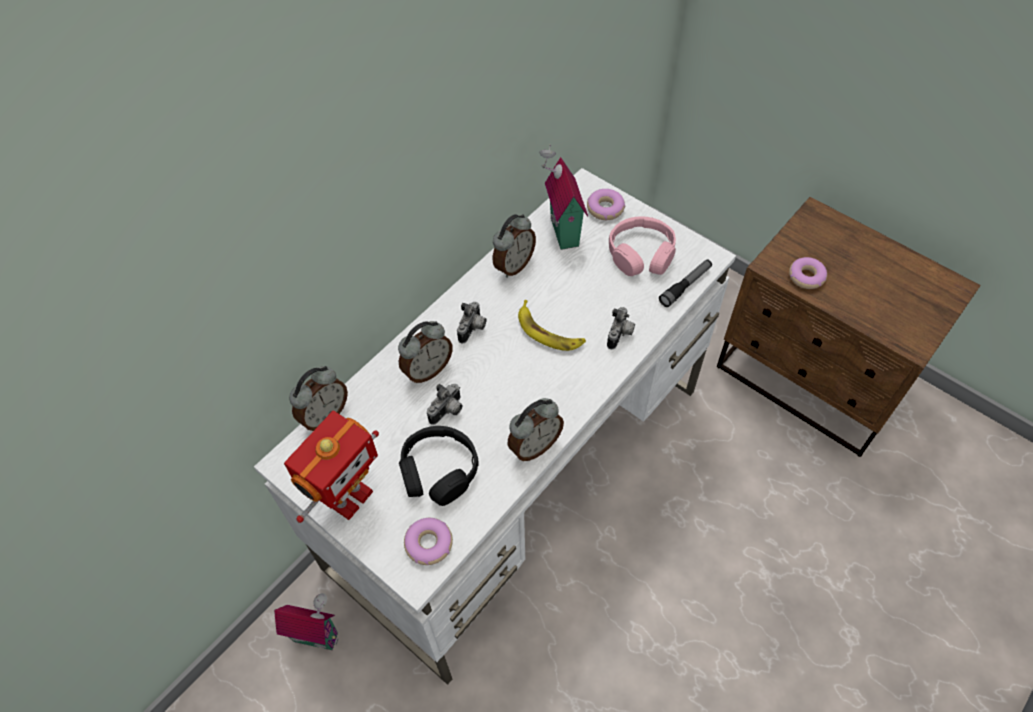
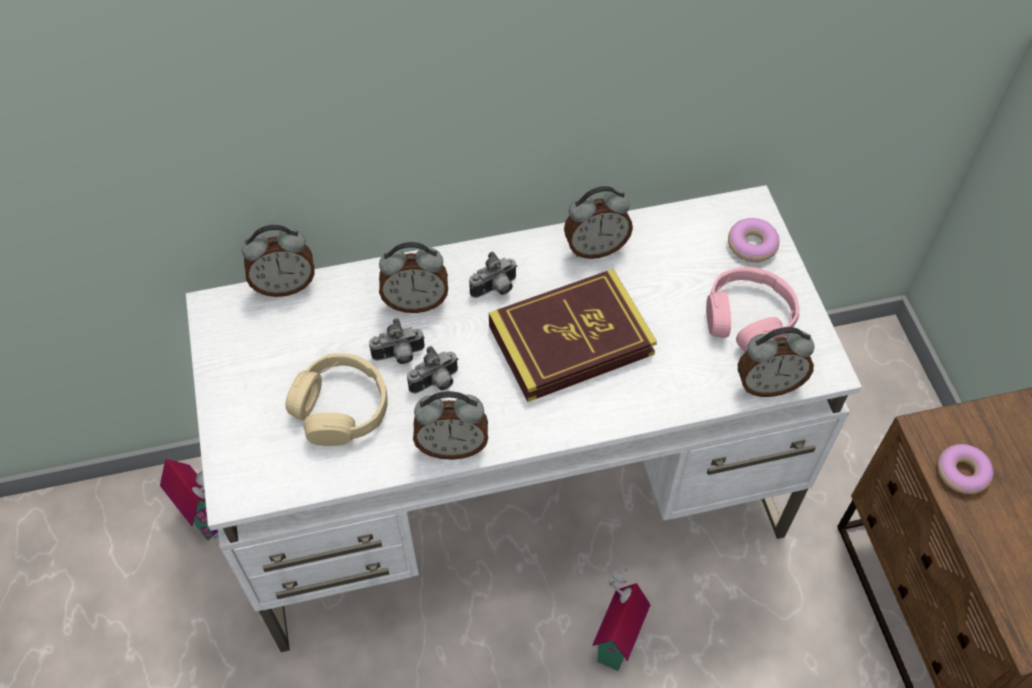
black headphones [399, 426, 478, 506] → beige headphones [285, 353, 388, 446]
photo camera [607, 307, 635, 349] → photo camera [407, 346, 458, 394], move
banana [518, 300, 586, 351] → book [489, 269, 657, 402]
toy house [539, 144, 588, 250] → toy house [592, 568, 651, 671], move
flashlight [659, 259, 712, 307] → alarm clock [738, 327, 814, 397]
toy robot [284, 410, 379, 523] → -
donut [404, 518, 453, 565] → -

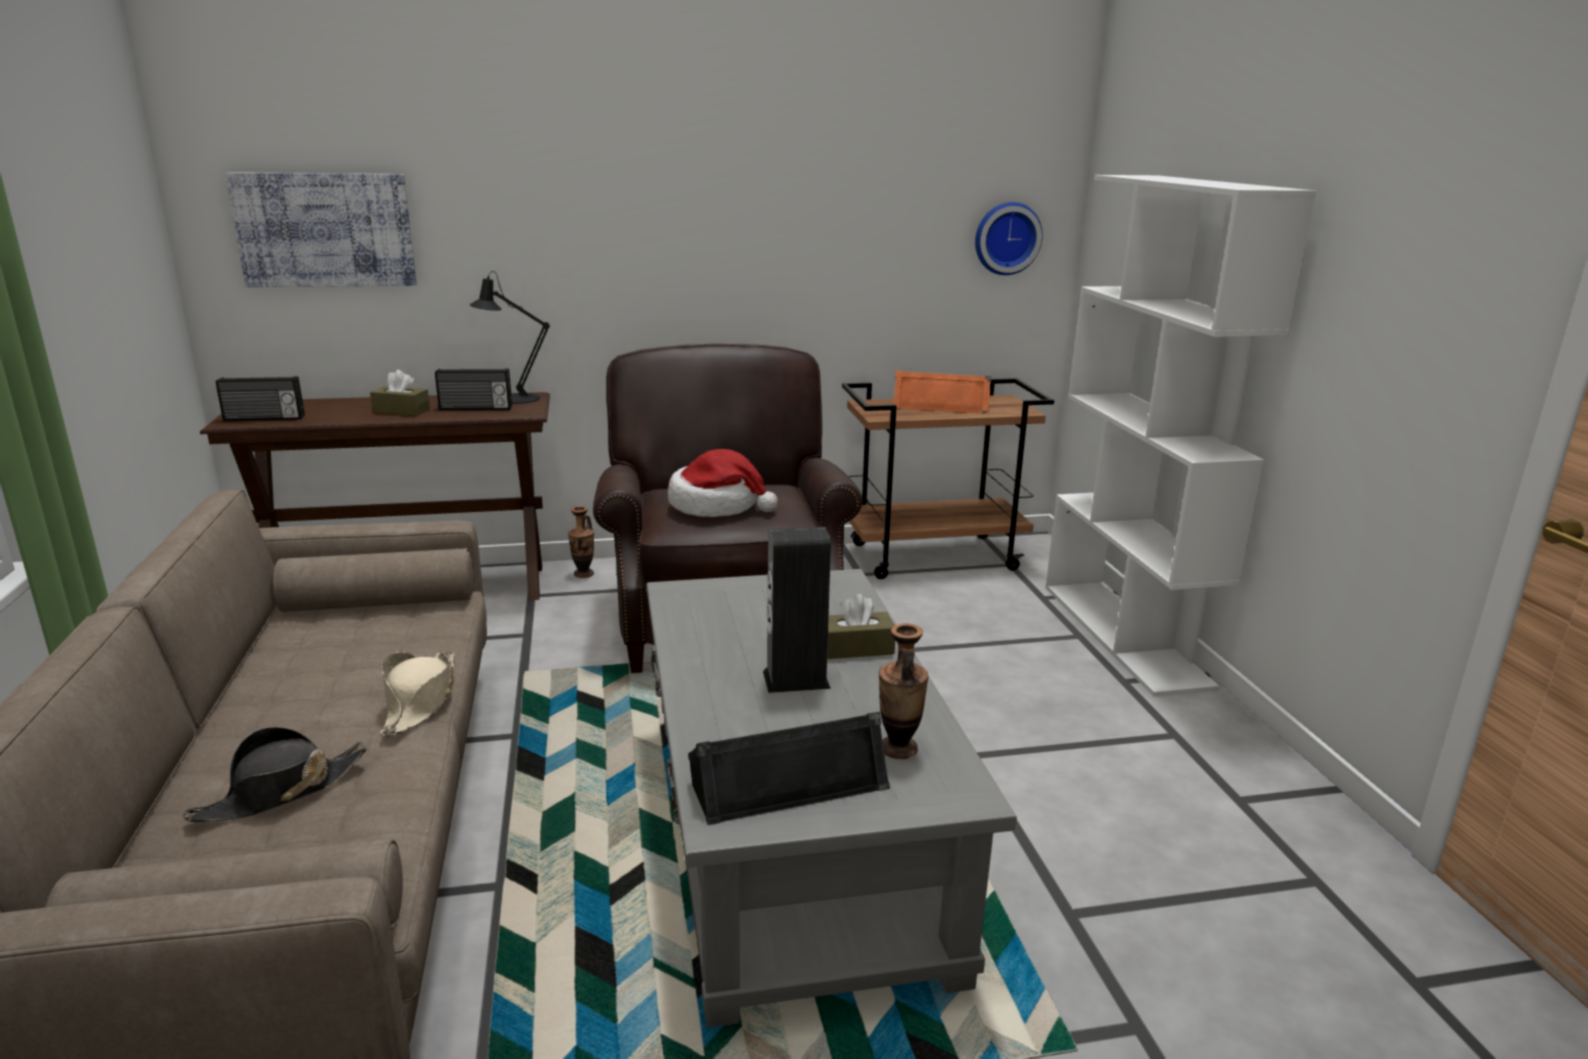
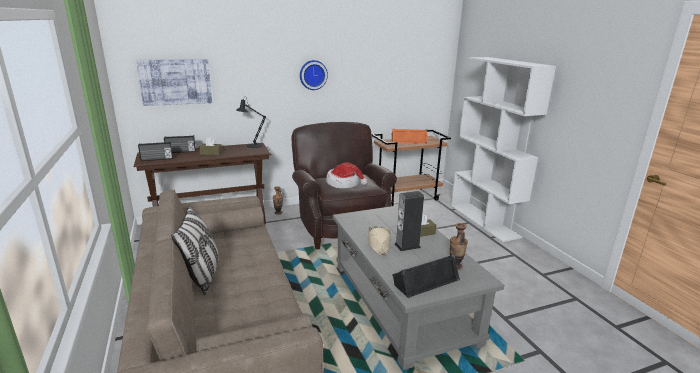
radio [435, 369, 512, 410] → radio [164, 135, 196, 153], move
- → pillow [171, 206, 219, 295]
wall clock [975, 202, 1043, 275] → wall clock [300, 60, 328, 90], move
beige hat [380, 651, 454, 736] → beige hat [368, 226, 391, 256], move
black hat [183, 727, 368, 822] → -

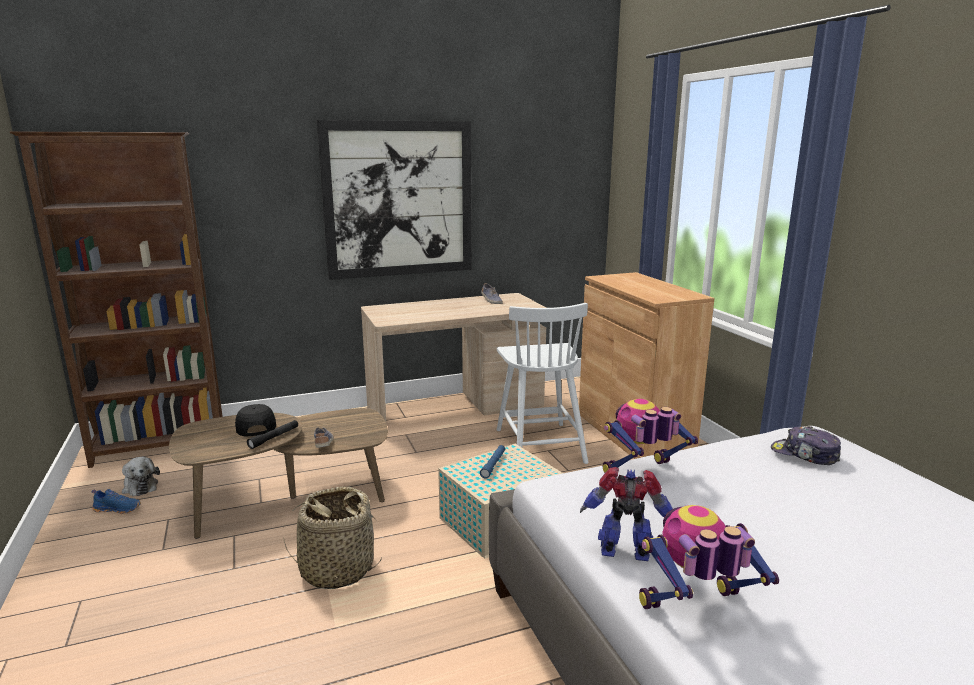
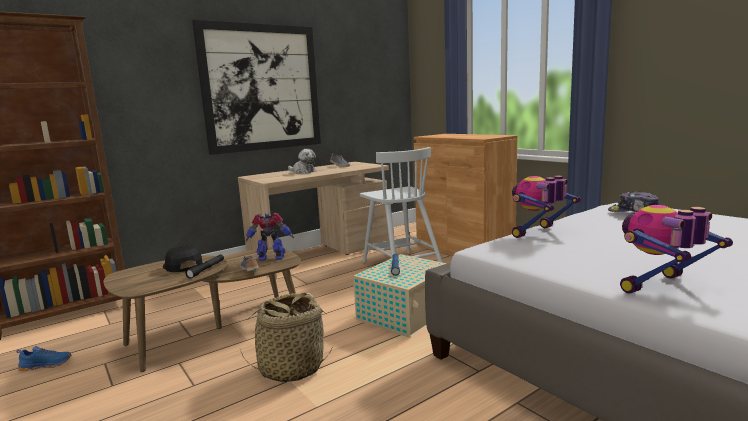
toy robot [580, 467, 673, 561] → toy robot [246, 213, 294, 261], move
plush toy [122, 457, 160, 496] → plush toy [288, 149, 316, 174], move

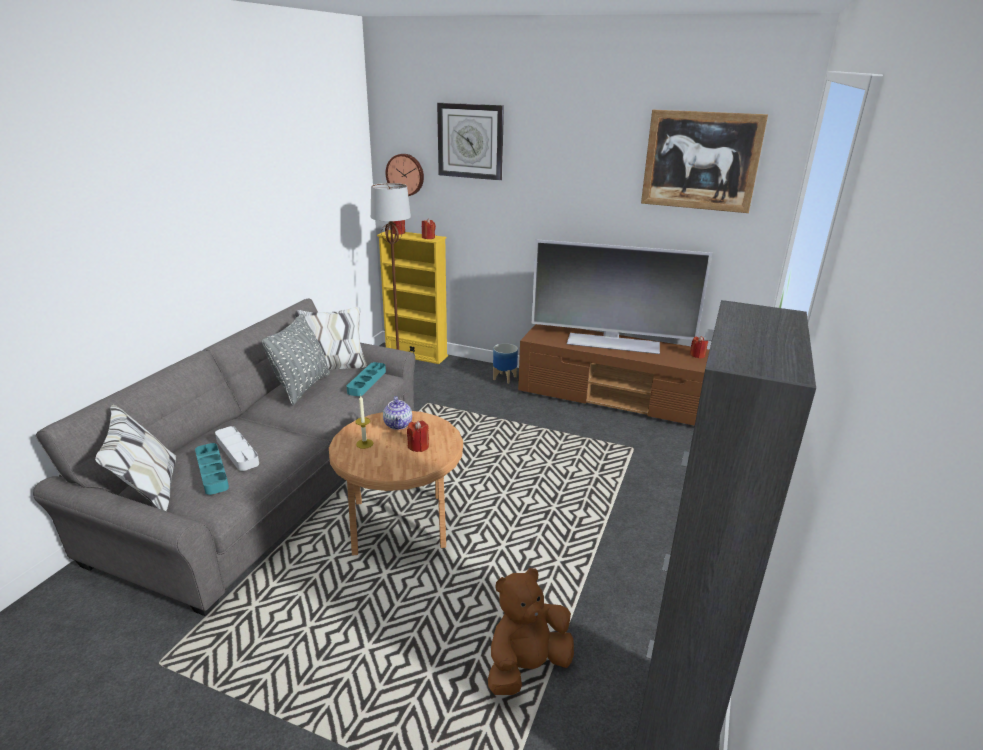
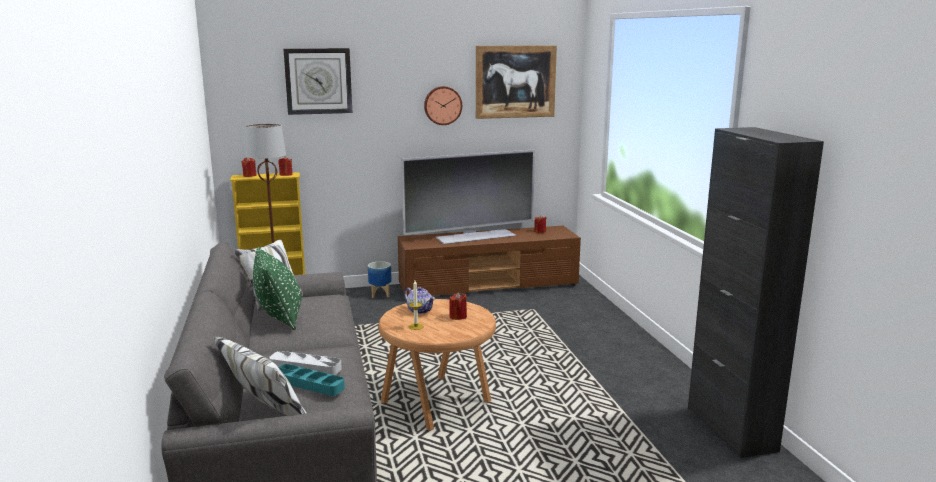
grey pillow [262, 314, 330, 405] → green pillow [253, 247, 301, 330]
wall clock [386, 154, 424, 196] → wall clock [424, 86, 462, 125], move
turquoise tray [347, 362, 386, 396] → -
brown plush toy [488, 568, 574, 695] → -

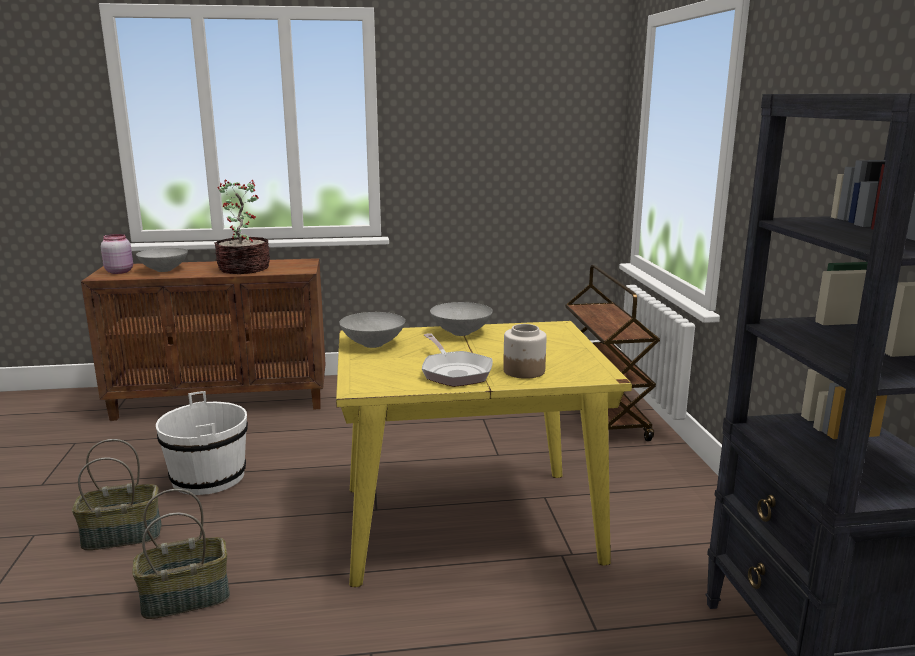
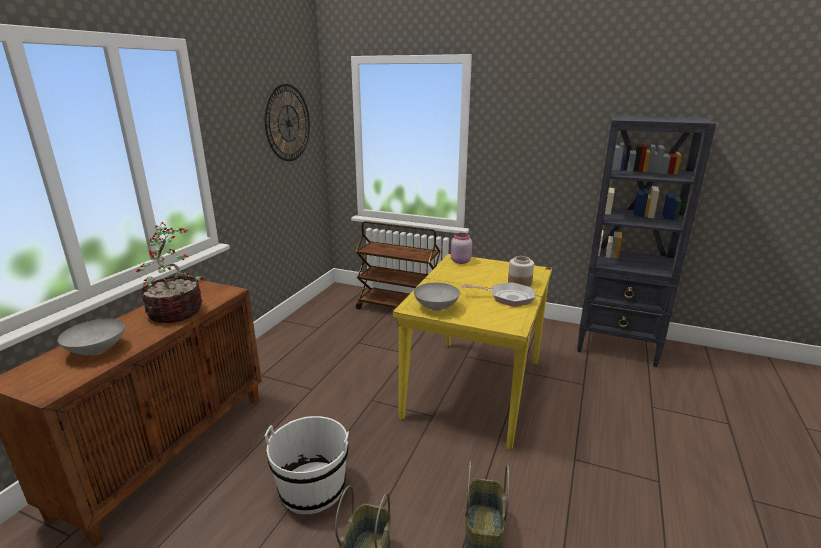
- → wall clock [265, 84, 310, 161]
pink jar [101, 234, 133, 274] → pink jar [451, 233, 472, 264], move
grey bowl [430, 302, 493, 336] → -

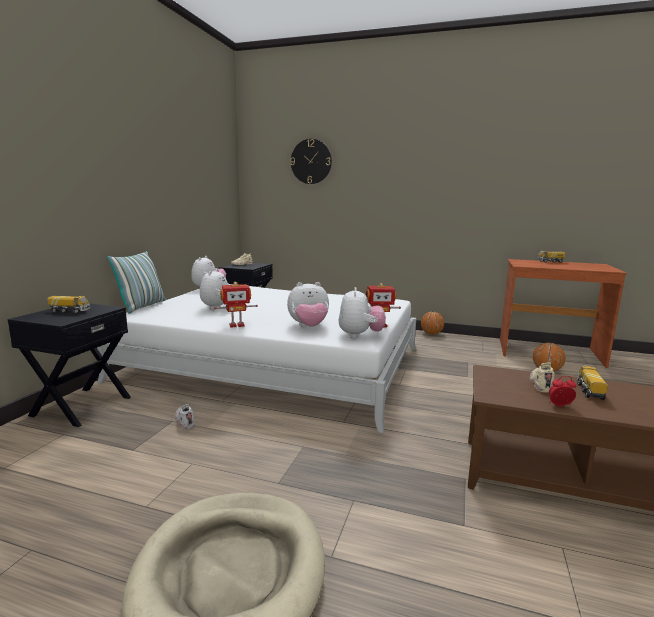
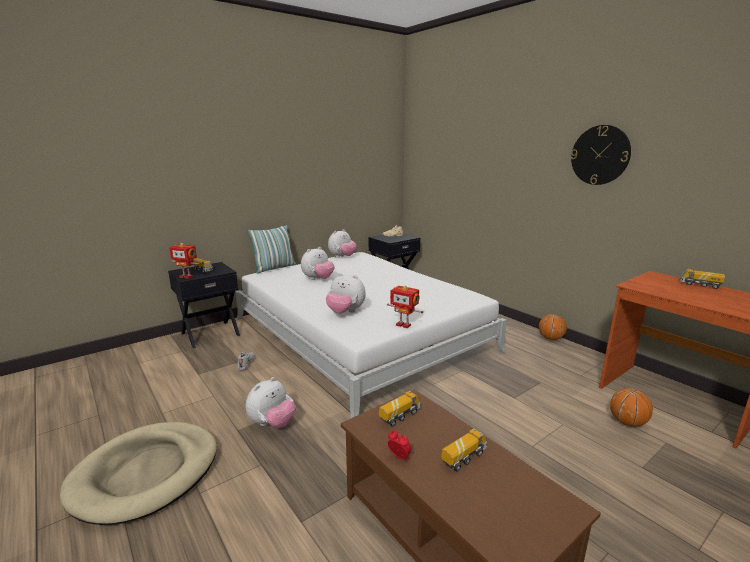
toy robot [214, 282, 258, 328] → toy robot [169, 243, 199, 279], move
plush toy [339, 287, 386, 338] → plush toy [246, 377, 296, 428], move
- → toy truck [379, 391, 421, 427]
wall clock [290, 139, 332, 184] → wall clock [571, 125, 631, 185], move
beige shoe [529, 363, 555, 393] → -

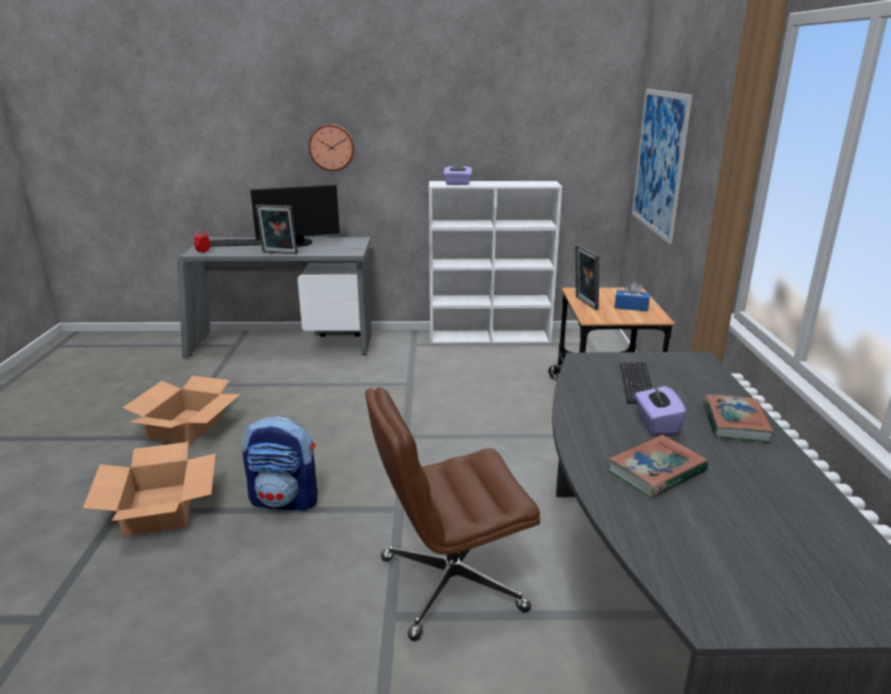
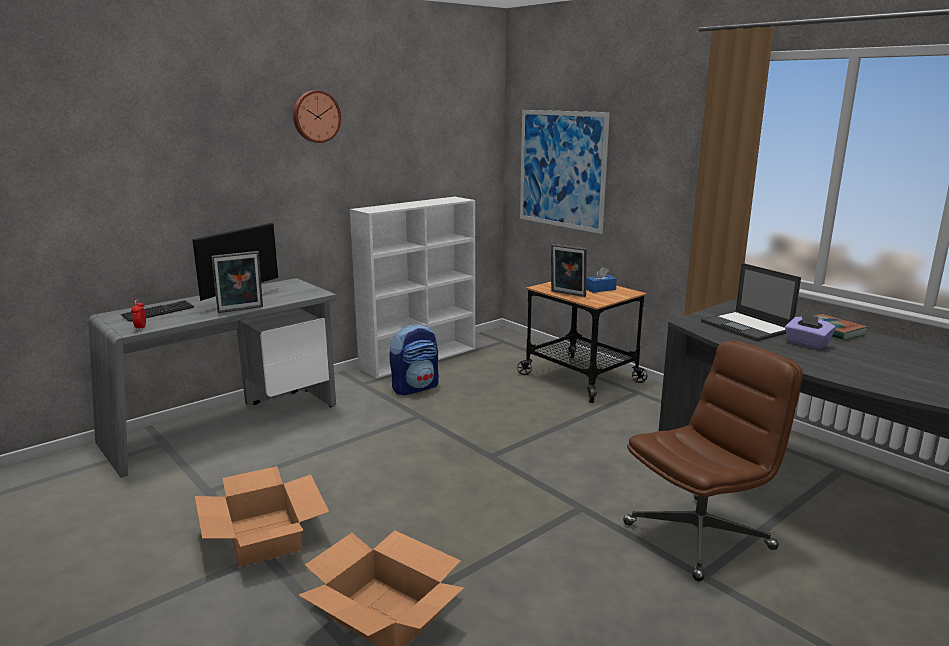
wall clock [308, 124, 355, 171] → wall clock [293, 90, 341, 143], move
backpack [242, 416, 318, 511] → backpack [389, 324, 439, 395], move
brown office chair [365, 387, 540, 641] → brown office chair [623, 340, 803, 581], 150 degrees counterclockwise
keyboard [620, 362, 653, 404] → laptop [701, 263, 801, 341]
purple tissue box [444, 162, 472, 185] → -
book [608, 435, 708, 497] → -

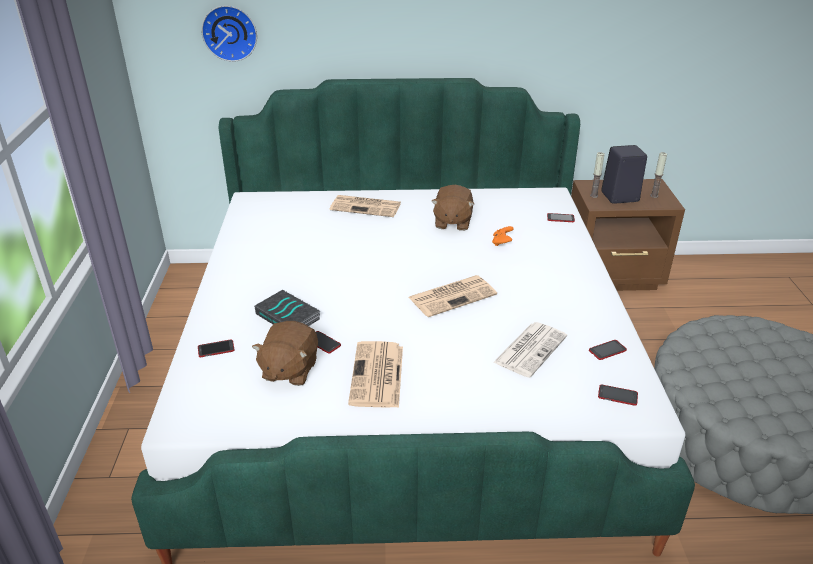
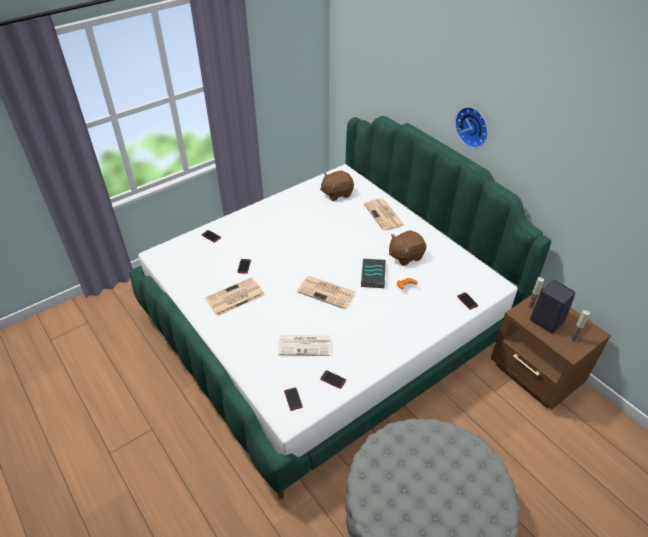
brown plush toy [252, 321, 318, 386] → brown plush toy [320, 170, 354, 201], move
book [254, 290, 320, 326] → book [361, 259, 386, 288], move
wall clock [201, 5, 257, 62] → wall clock [455, 107, 488, 148], move

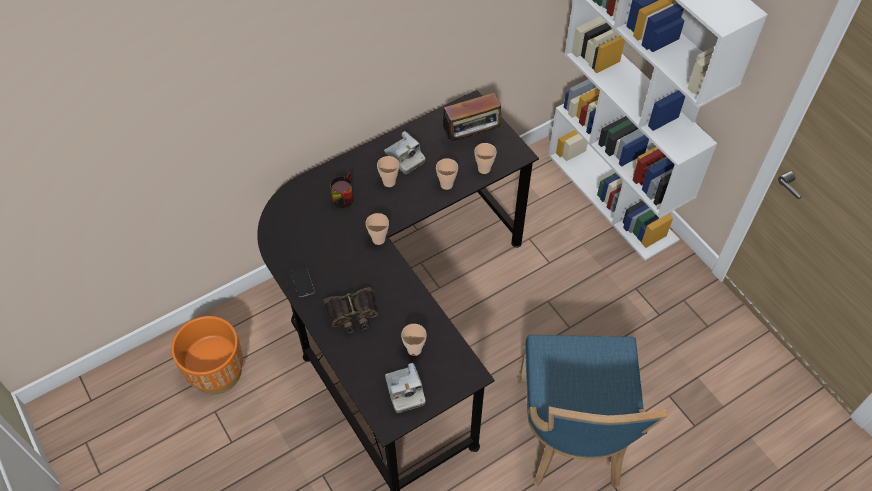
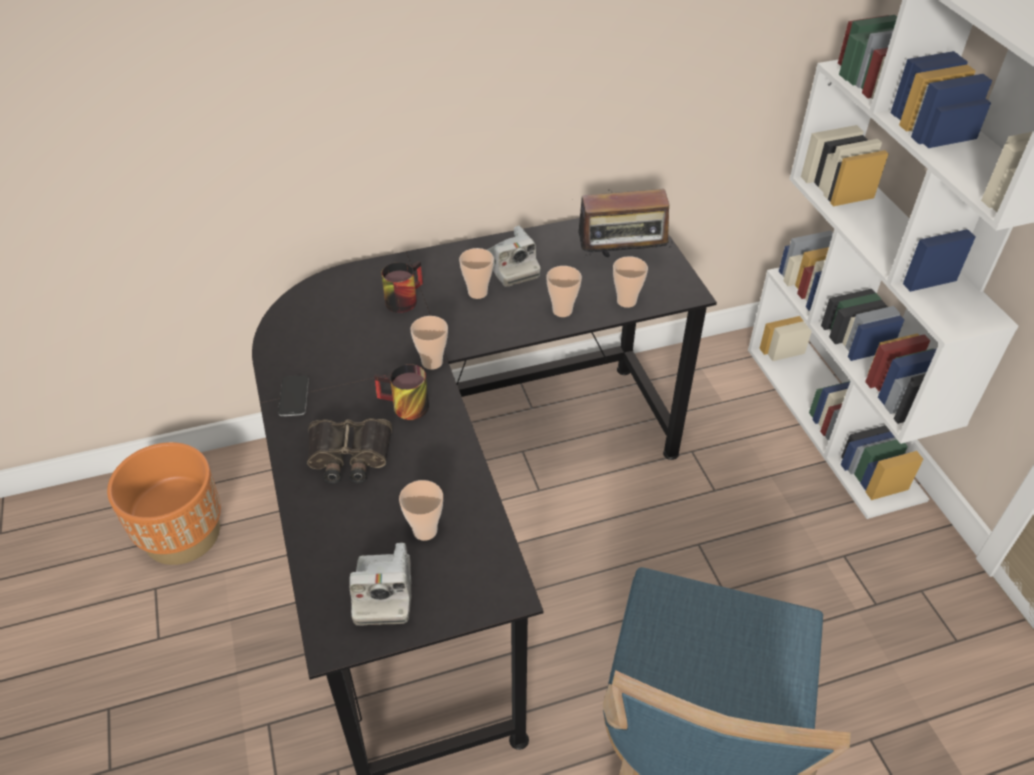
- → mug [374, 364, 429, 420]

